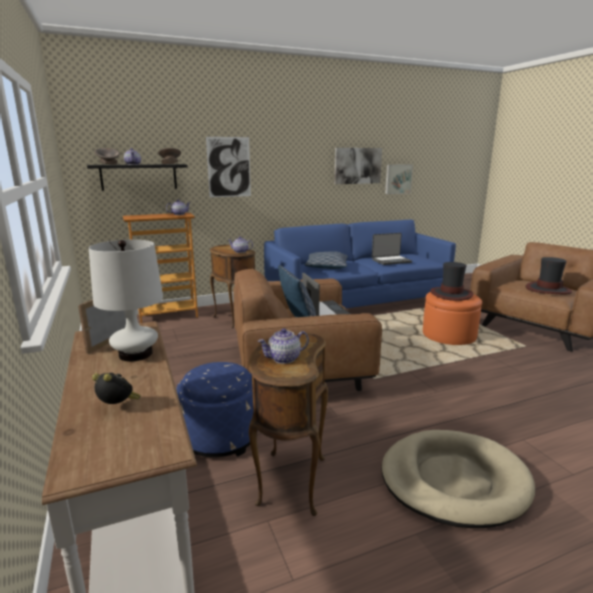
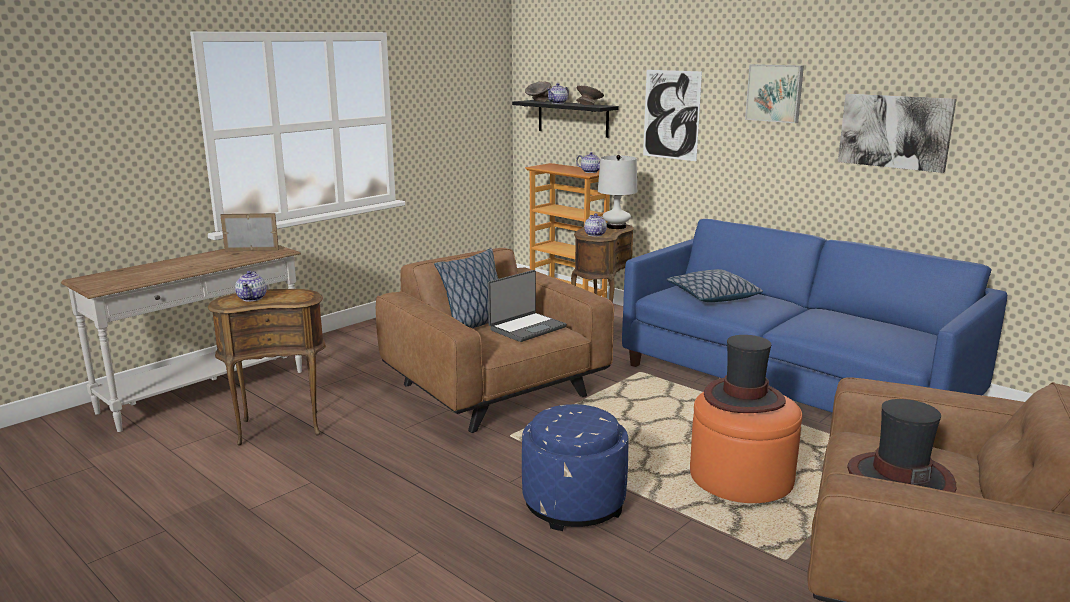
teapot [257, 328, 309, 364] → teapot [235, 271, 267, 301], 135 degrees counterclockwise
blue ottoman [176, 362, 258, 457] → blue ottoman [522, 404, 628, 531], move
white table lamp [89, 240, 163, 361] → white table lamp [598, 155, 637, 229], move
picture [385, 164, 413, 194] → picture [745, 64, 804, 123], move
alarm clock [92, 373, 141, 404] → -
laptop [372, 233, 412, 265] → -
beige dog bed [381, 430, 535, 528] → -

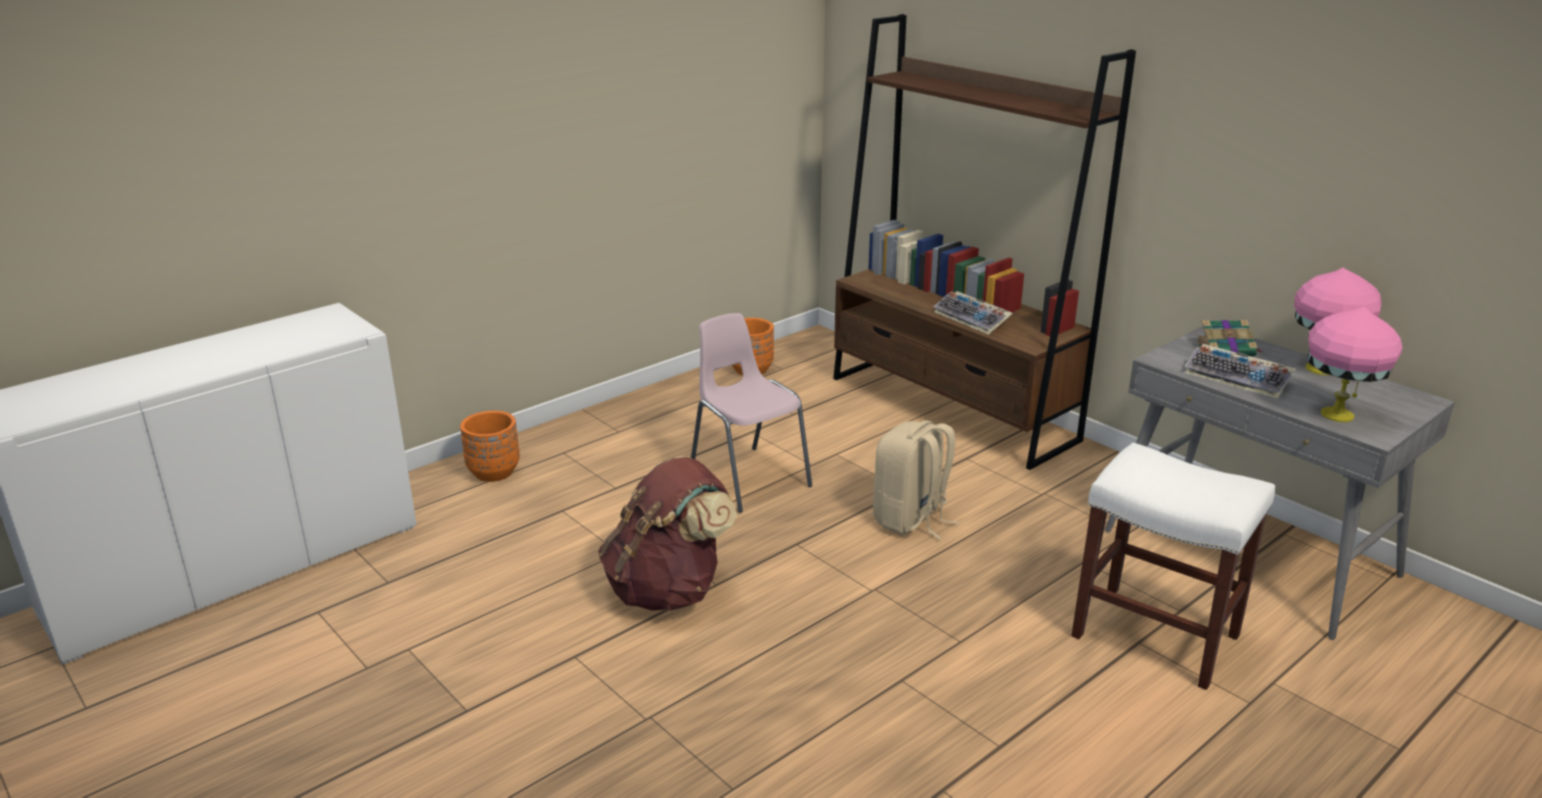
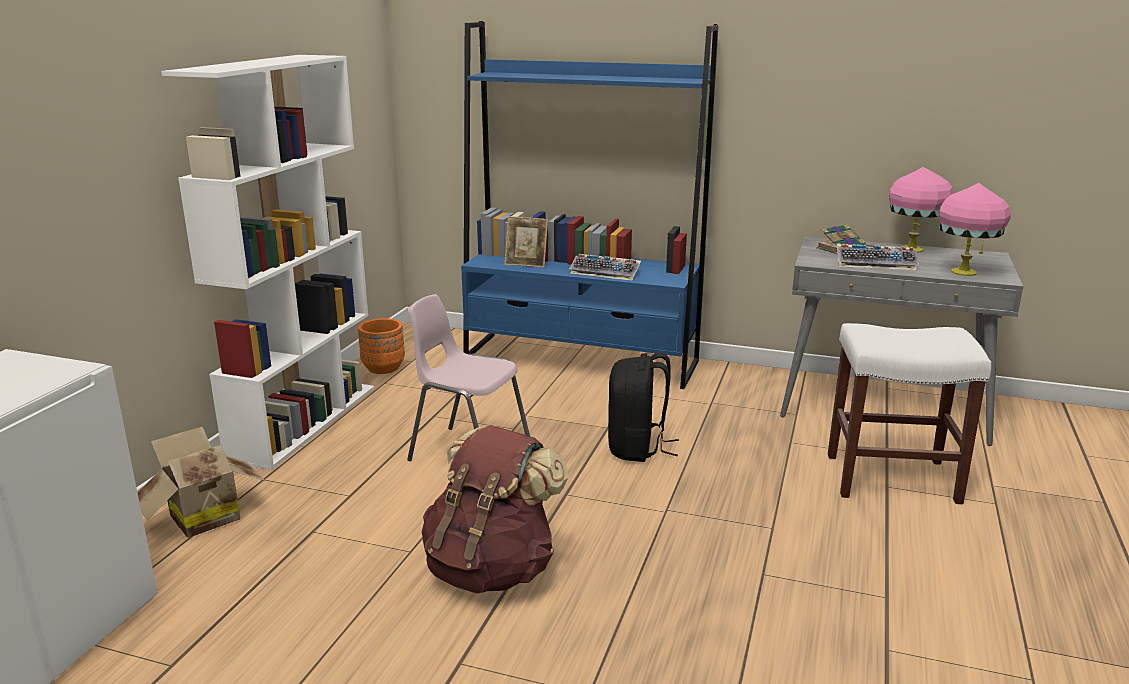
orange planter [460, 411, 520, 482] → cardboard box [137, 427, 265, 538]
- → white bookcase [161, 55, 375, 470]
brown bookcase [833, 14, 1136, 470] → blue bookcase [461, 21, 719, 389]
- → picture frame [504, 216, 548, 268]
beige backpack [873, 420, 960, 540] → black backpack [608, 352, 679, 462]

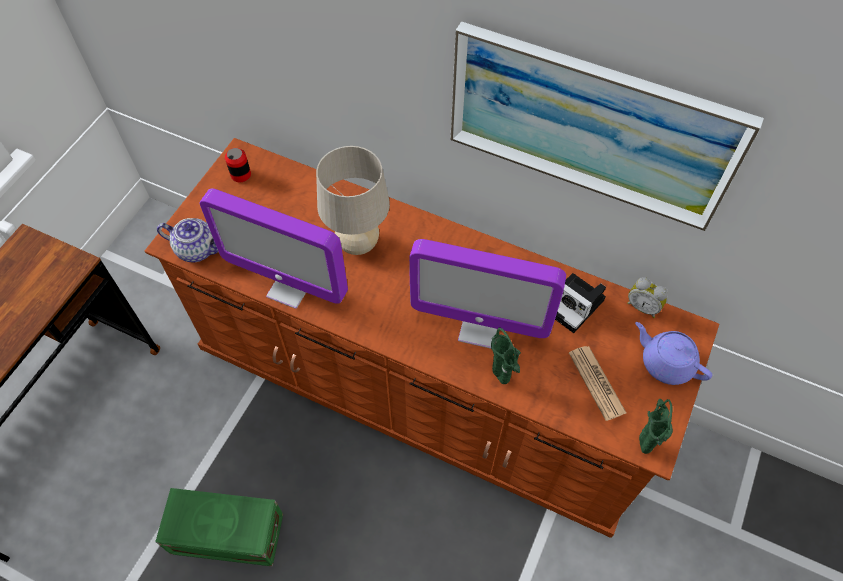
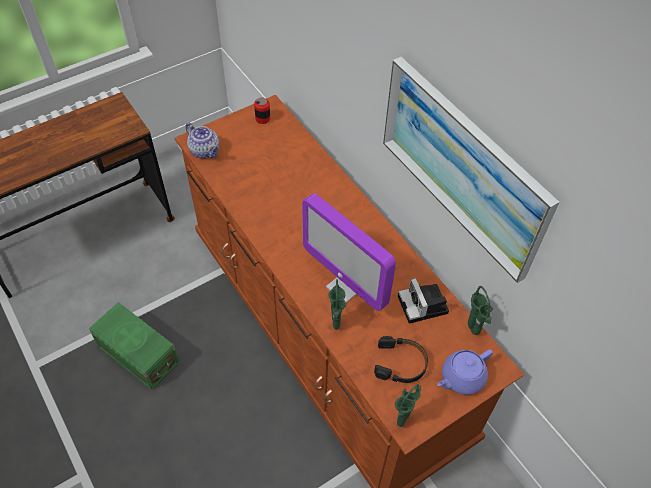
newspaper [569, 346, 626, 421] → black headphones [374, 336, 428, 383]
purple teapot [635, 322, 712, 385] → purple teapot [437, 349, 493, 395], 105 degrees counterclockwise
alarm clock [627, 277, 668, 318] → green vase [468, 286, 493, 335]
monitor [200, 188, 348, 309] → -
beige table lamp [316, 146, 390, 255] → -

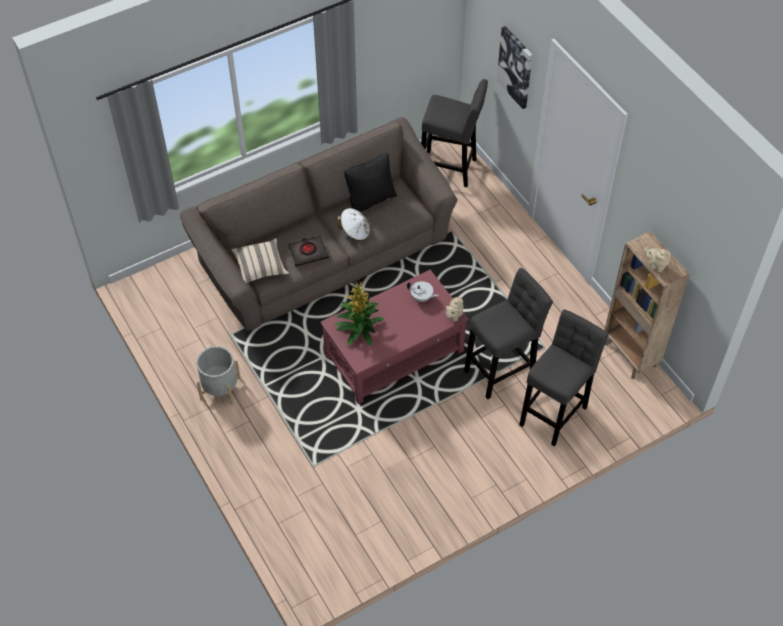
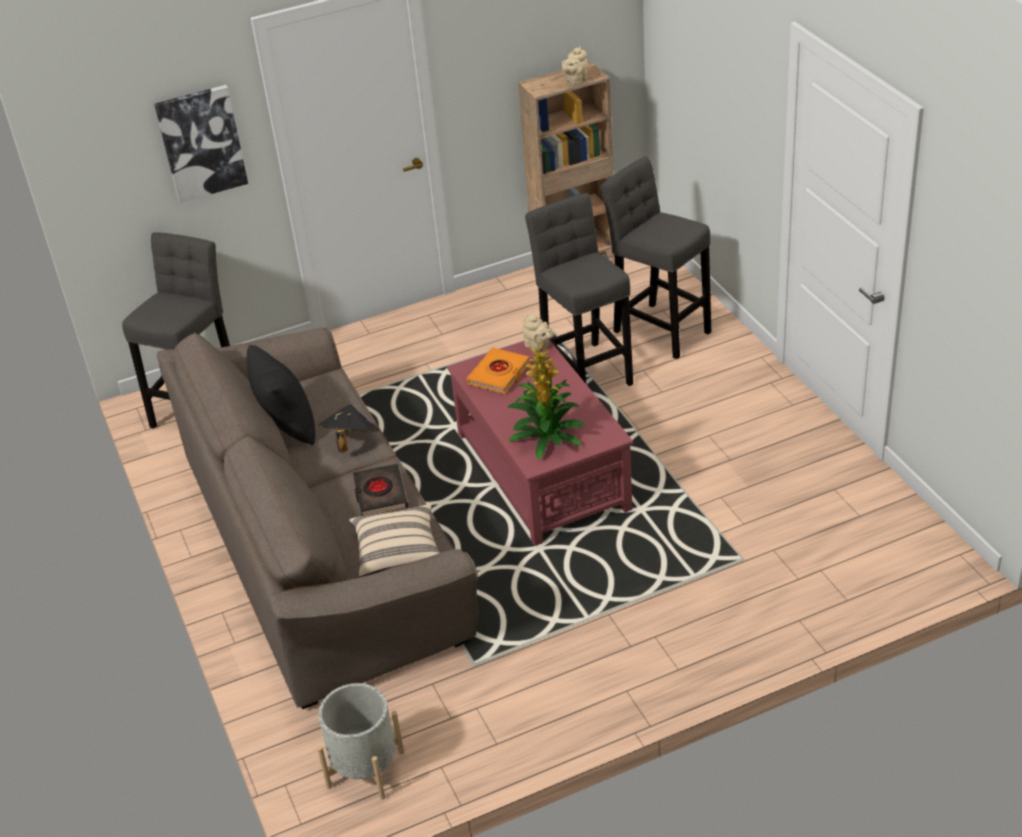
grey planter [196, 346, 241, 405] → grey planter [317, 683, 404, 800], move
white hat [338, 208, 370, 241] → black hat [318, 404, 379, 452]
white teapot [407, 281, 439, 302] → orange book [466, 348, 530, 394]

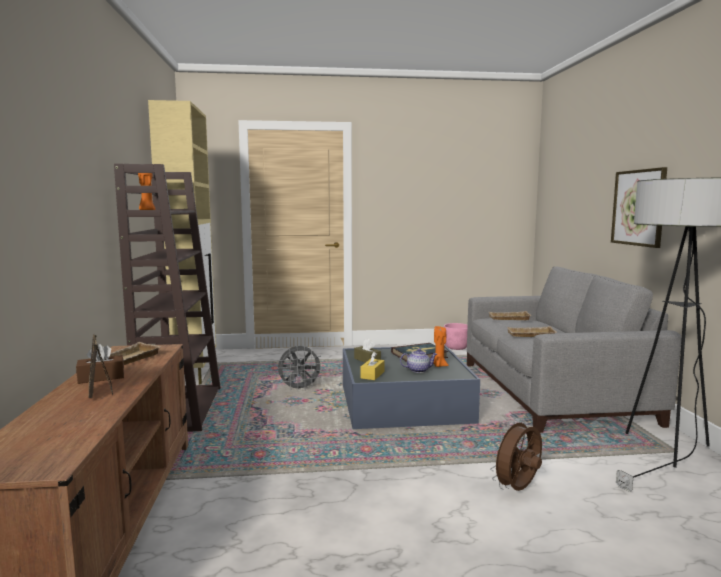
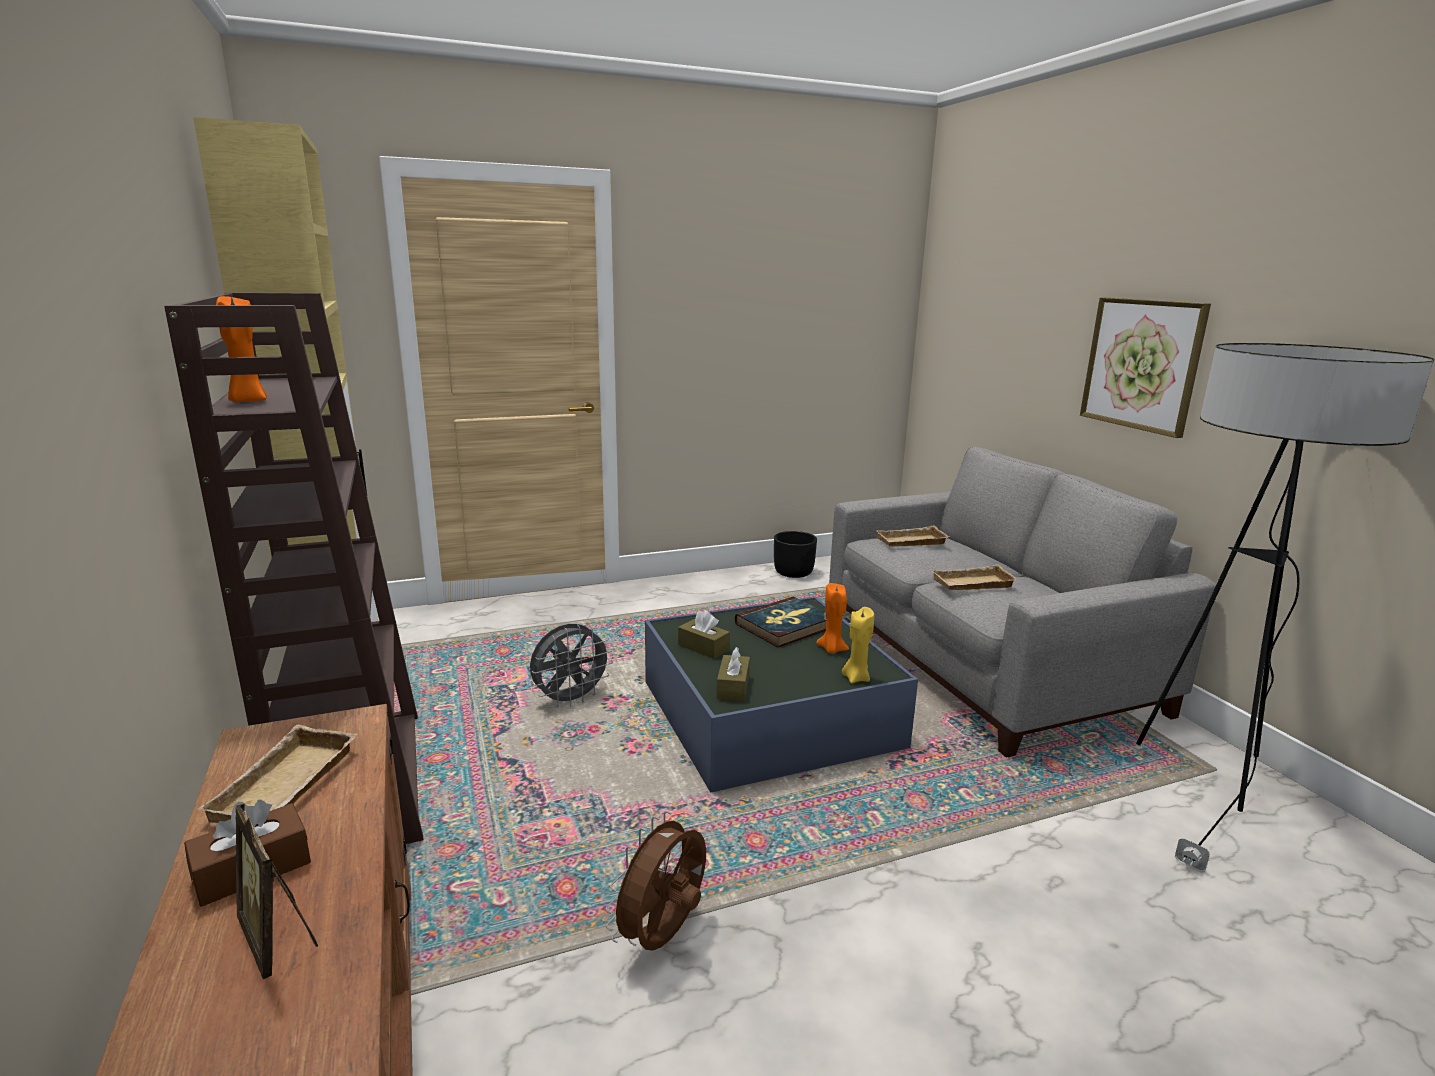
brown fan [490, 418, 542, 491] → brown fan [606, 811, 706, 951], move
yellow tissue box [361, 352, 385, 380] → brown tissue box [717, 647, 750, 702]
pink planter [444, 323, 468, 350] → black planter [774, 531, 817, 578]
- → yellow candle [842, 607, 874, 683]
teapot [400, 349, 437, 373] → -

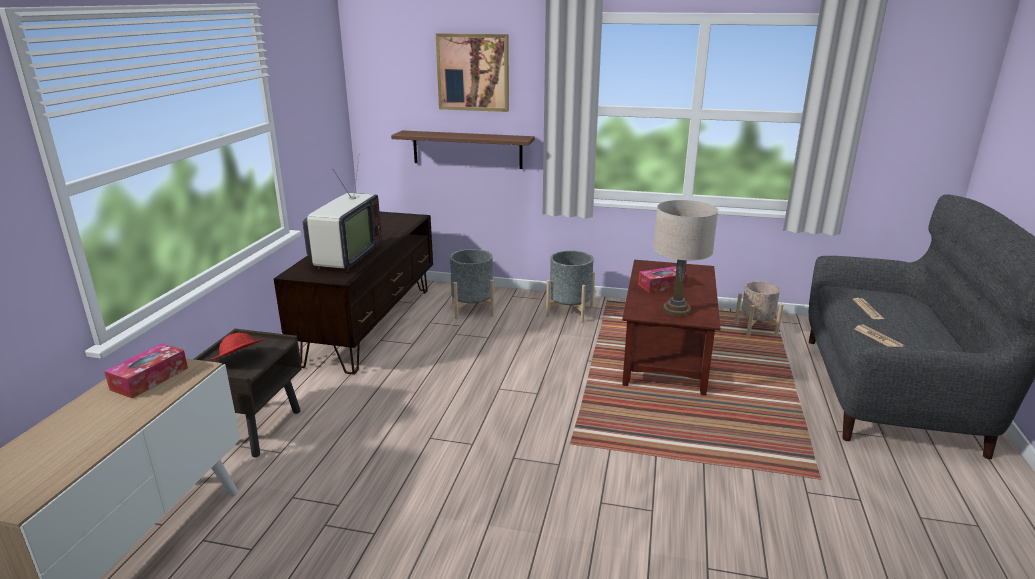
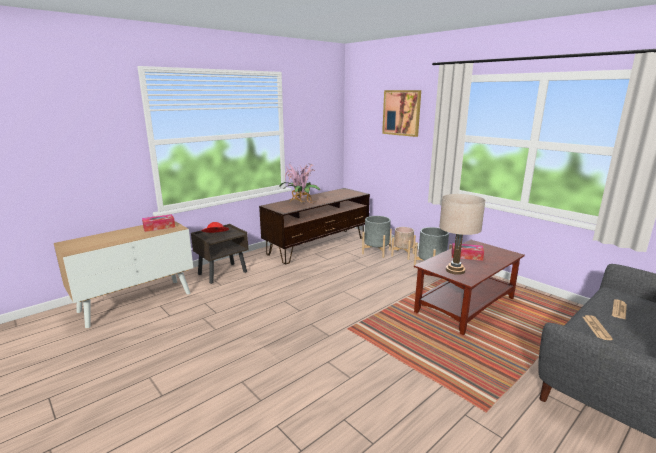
television [303, 153, 382, 272] → potted plant [279, 164, 320, 204]
beige planter [734, 281, 784, 337] → beige planter [391, 227, 416, 260], move
brown shelf [391, 130, 535, 169] → -

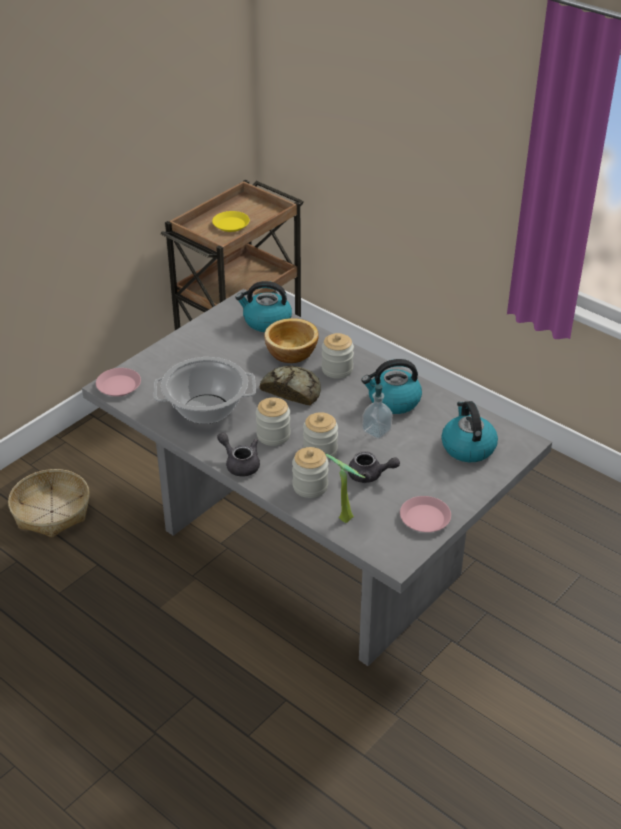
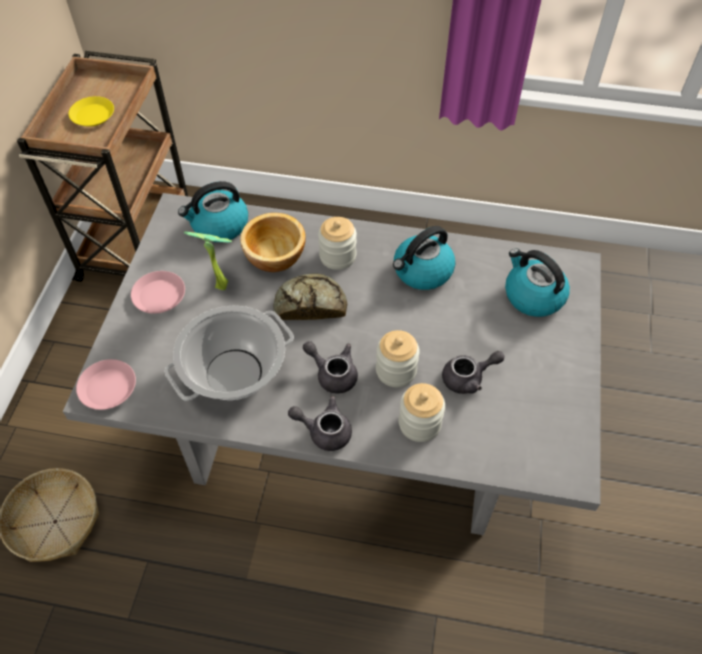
pink plate [400, 496, 451, 532] → pink plate [131, 271, 185, 314], move
potted plant [325, 454, 365, 523] → potted plant [184, 232, 232, 290], move
jar [256, 397, 291, 446] → grey teapot [303, 341, 358, 394]
soap dispenser [362, 384, 393, 439] → -

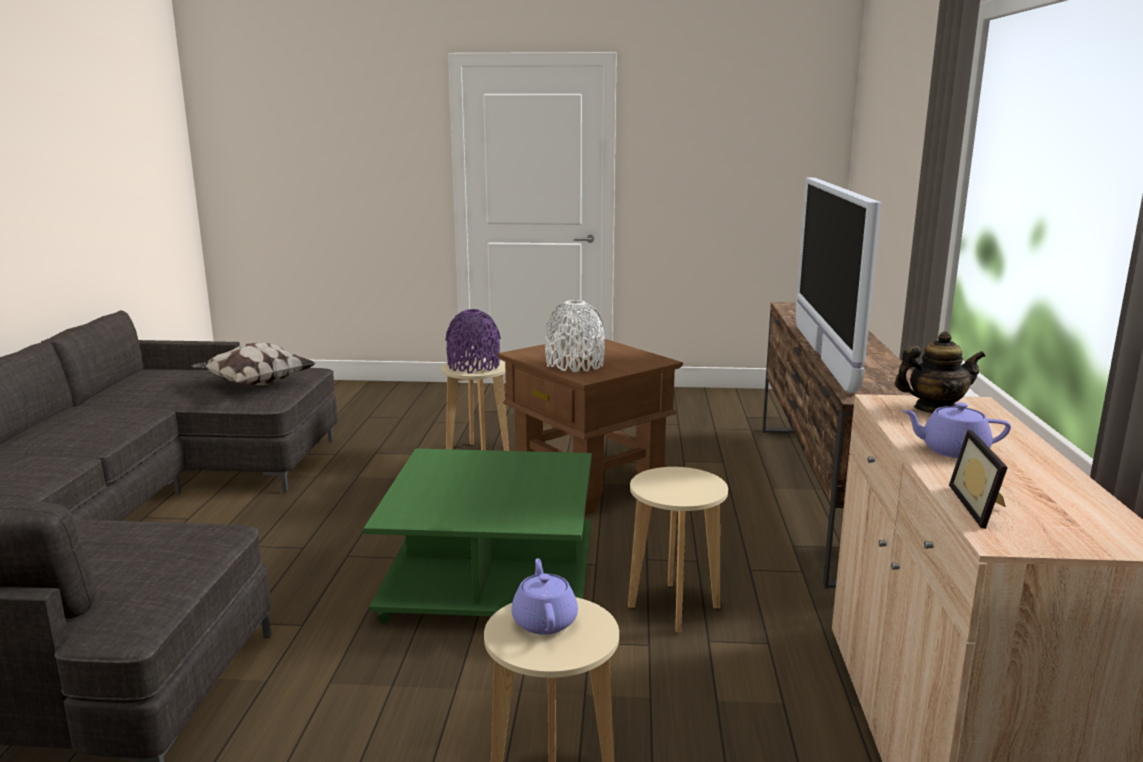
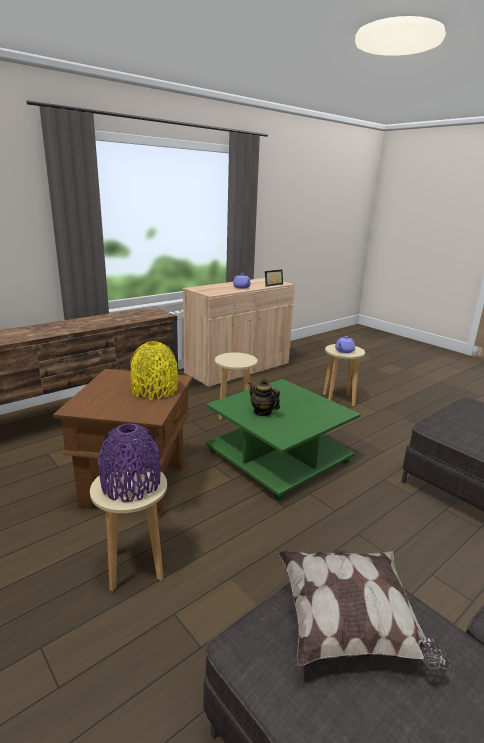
white vase [545, 300, 605, 372] → yellow vase [130, 341, 178, 399]
teapot [895, 331, 985, 413] → teapot [249, 379, 280, 417], move
television [796, 178, 881, 393] → -

